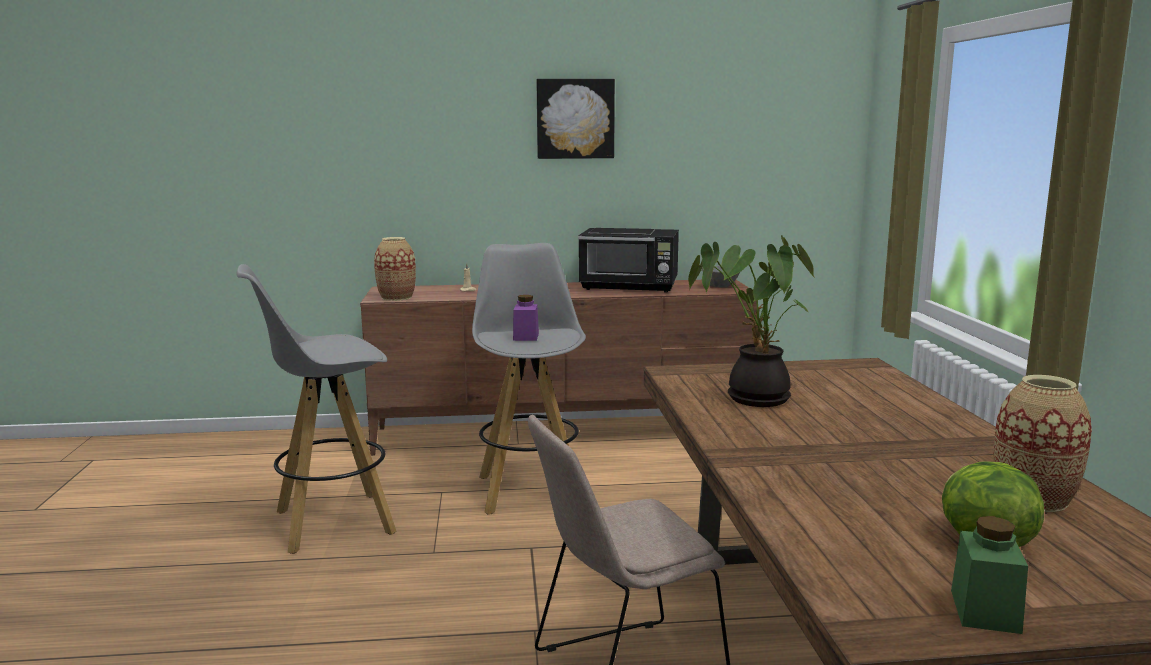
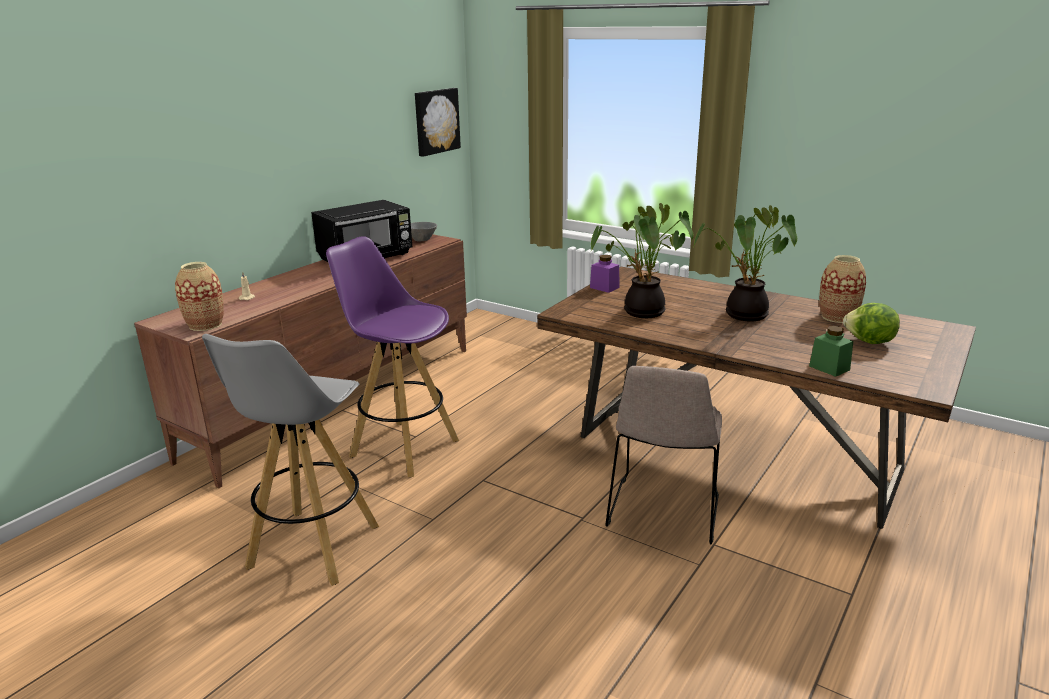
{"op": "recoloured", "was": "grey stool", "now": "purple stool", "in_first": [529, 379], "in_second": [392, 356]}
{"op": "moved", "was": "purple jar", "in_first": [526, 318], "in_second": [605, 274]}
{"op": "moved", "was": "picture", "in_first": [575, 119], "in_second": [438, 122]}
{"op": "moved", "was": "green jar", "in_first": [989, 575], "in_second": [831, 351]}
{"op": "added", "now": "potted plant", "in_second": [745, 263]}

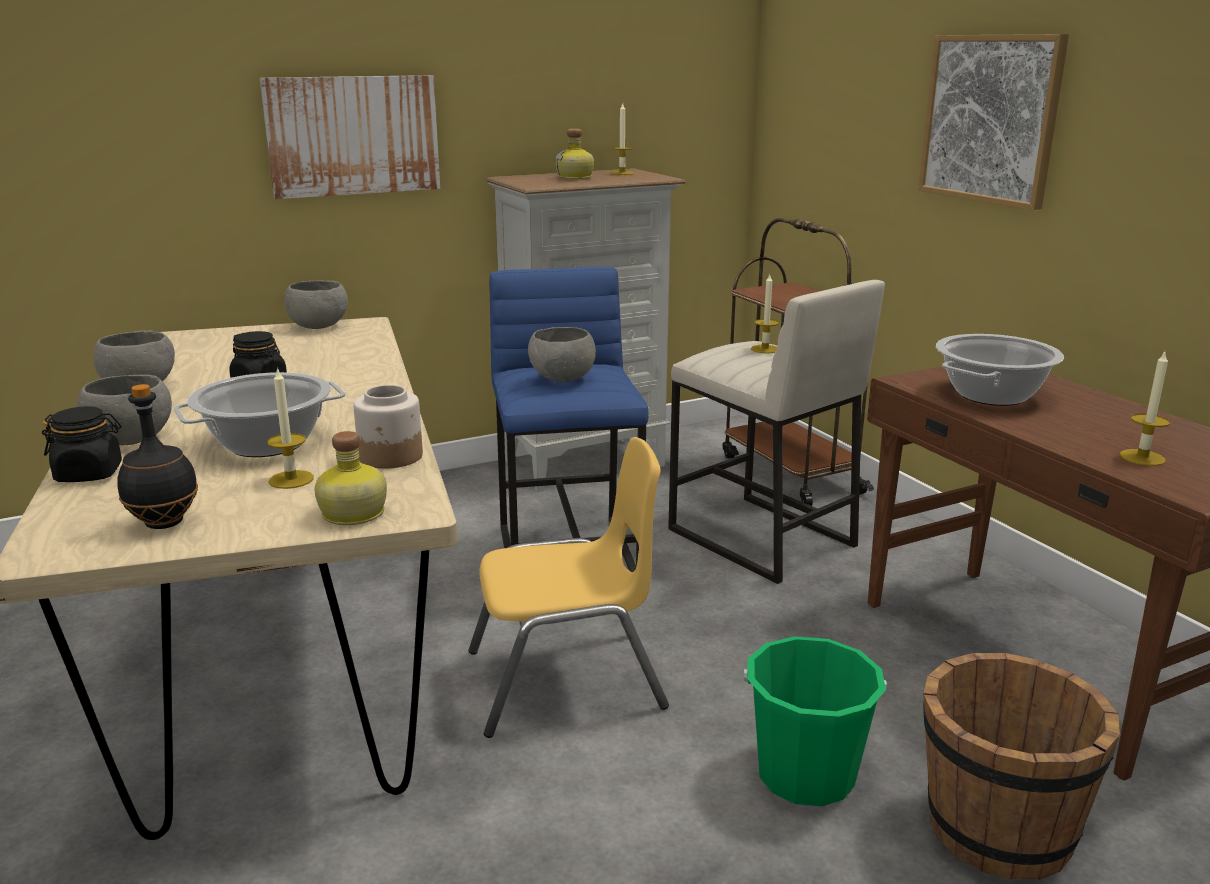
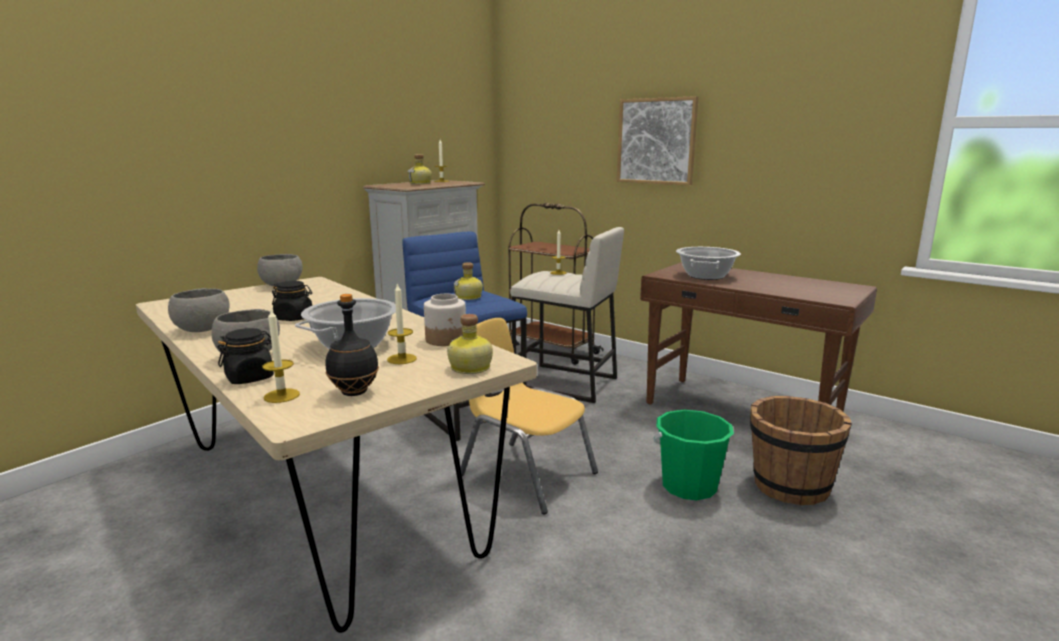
{"op": "removed", "was": "picture", "in_first": [350, 137]}
{"op": "turned", "was": "yellow chair", "in_first": [568, 587], "in_second": [529, 416], "clockwise": -105}
{"op": "replaced", "was": "grey bowl", "now": "bottle", "in_first": [562, 354], "in_second": [468, 281]}
{"op": "moved", "was": "candle", "in_first": [1145, 409], "in_second": [281, 356]}

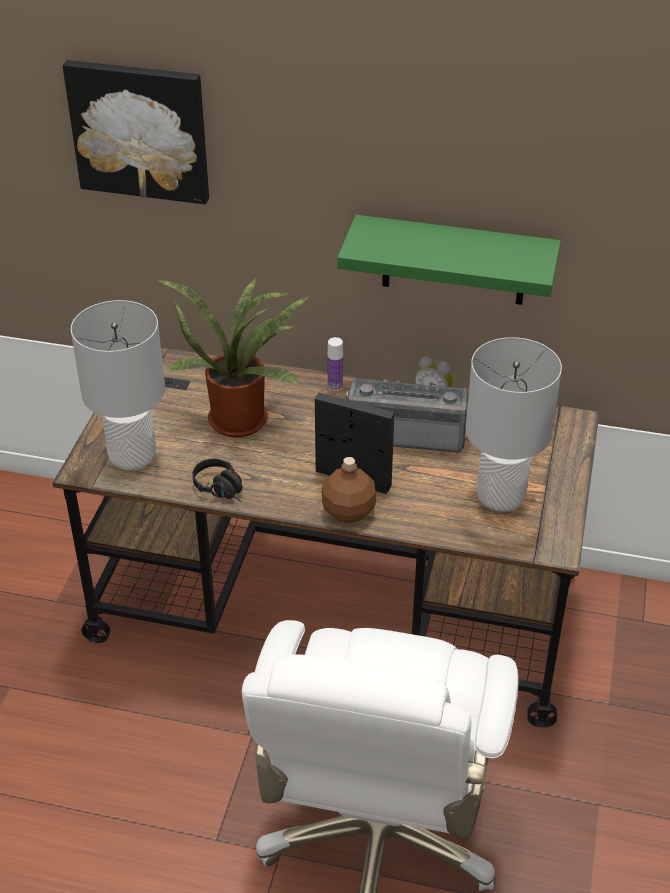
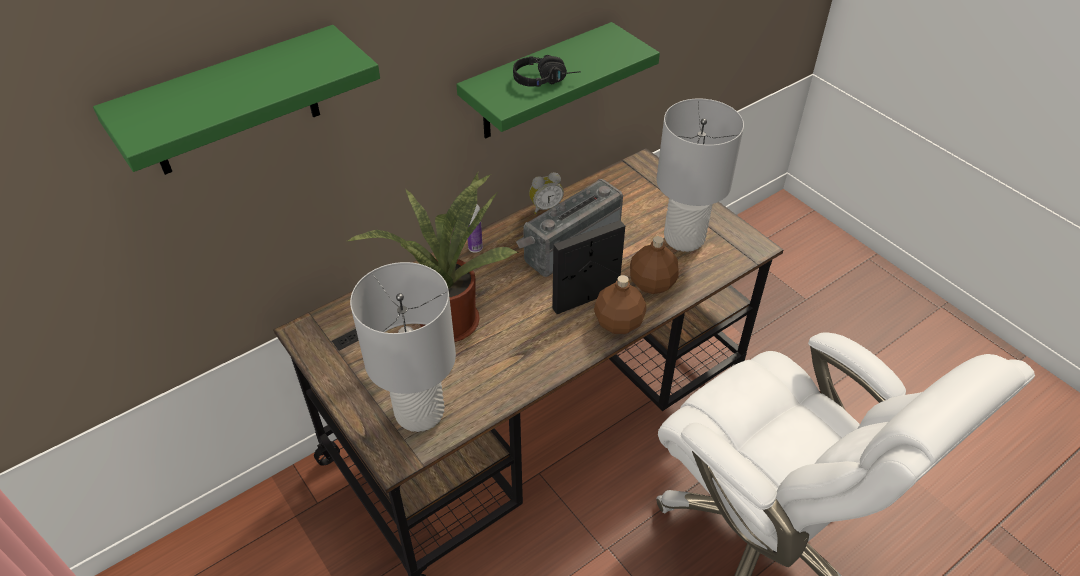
{"op": "replaced", "was": "picture", "now": "green shelf", "in_first": [136, 132], "in_second": [236, 100]}
{"op": "moved", "was": "black headphones", "in_first": [217, 480], "in_second": [547, 71]}
{"op": "added", "now": "brown bottle", "in_second": [654, 265]}

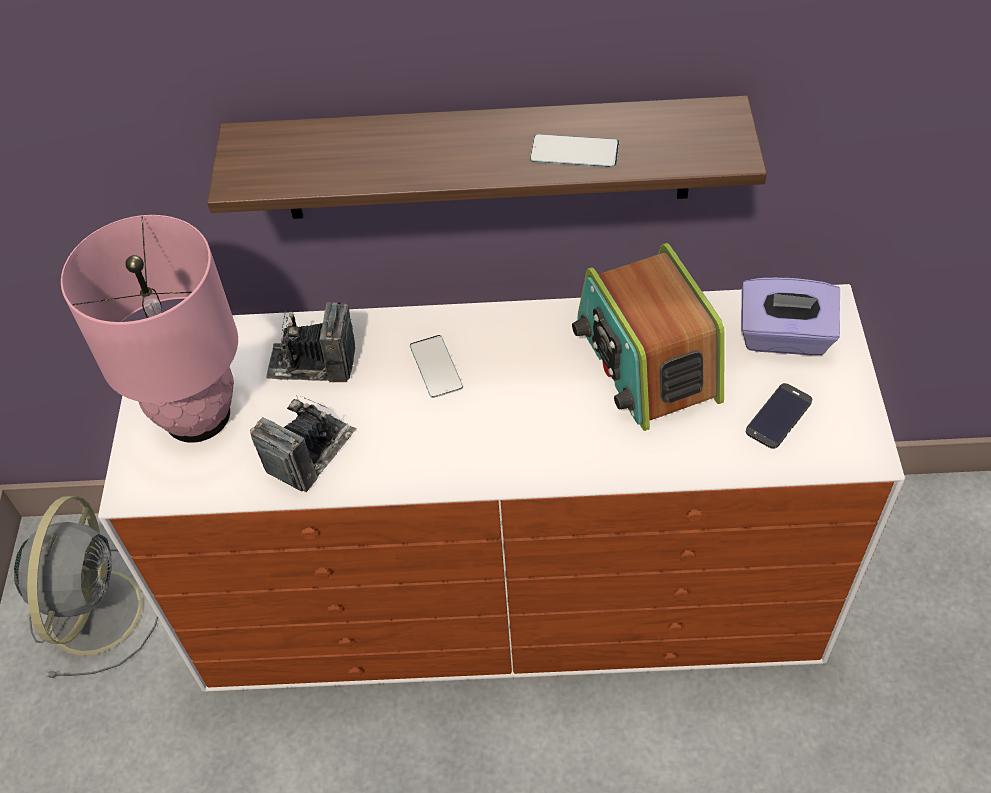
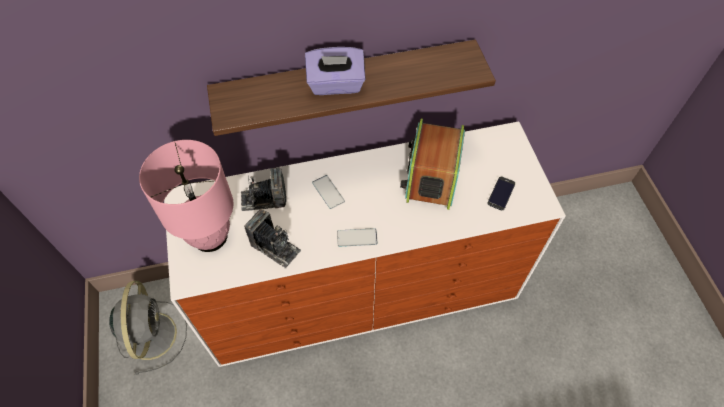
{"op": "turned", "was": "photo camera", "in_first": [303, 443], "in_second": [272, 239], "clockwise": 105}
{"op": "moved", "was": "phone", "in_first": [574, 151], "in_second": [357, 237]}
{"op": "turned", "was": "radio", "in_first": [648, 337], "in_second": [432, 164], "clockwise": 45}
{"op": "moved", "was": "purple tissue box", "in_first": [790, 316], "in_second": [335, 71]}

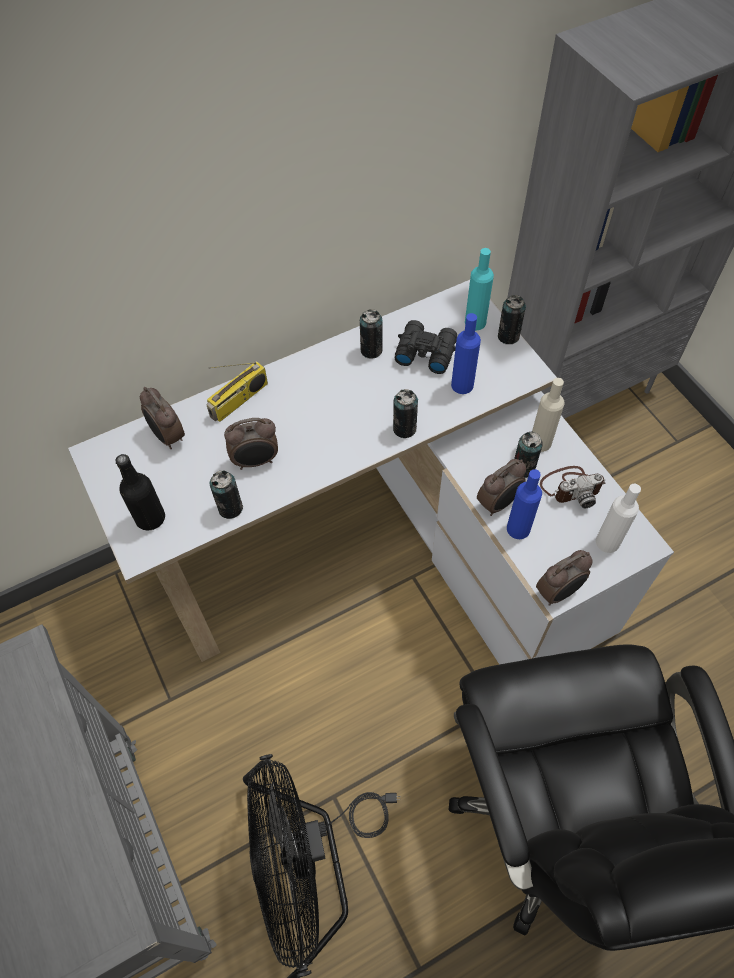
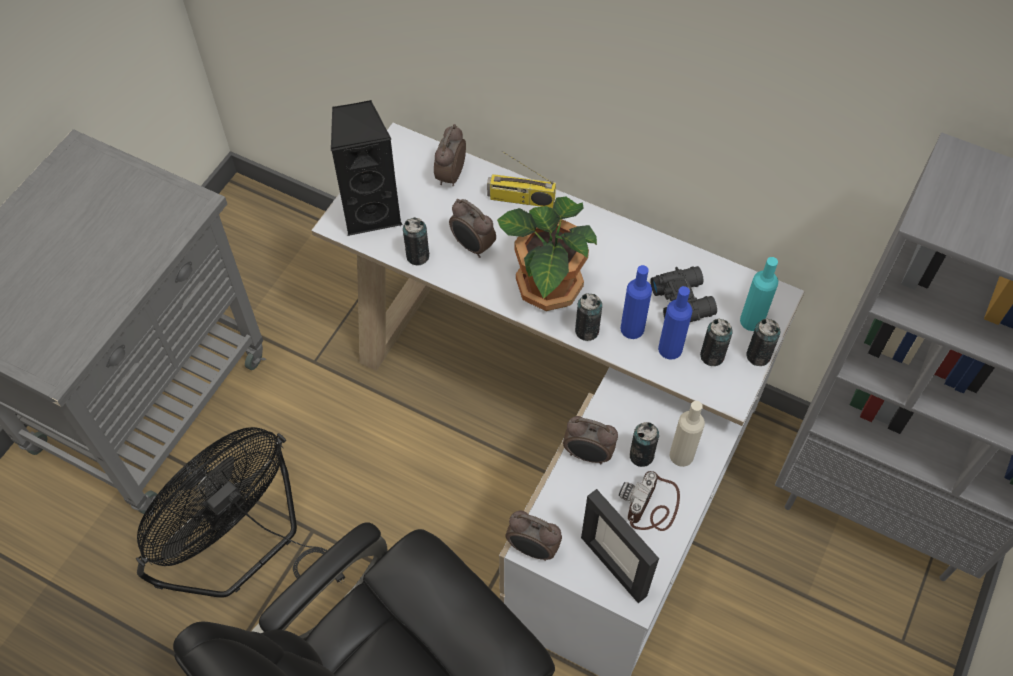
{"op": "replaced", "was": "black bottle", "now": "black speaker", "in_first": [140, 492], "in_second": [366, 168]}
{"op": "moved", "was": "can", "in_first": [371, 333], "in_second": [716, 342]}
{"op": "moved", "was": "blue bottle", "in_first": [524, 504], "in_second": [636, 302]}
{"op": "turned", "was": "photo camera", "in_first": [572, 487], "in_second": [649, 501], "clockwise": 75}
{"op": "replaced", "was": "white bottle", "now": "picture frame", "in_first": [618, 518], "in_second": [620, 546]}
{"op": "added", "now": "potted plant", "in_second": [547, 254]}

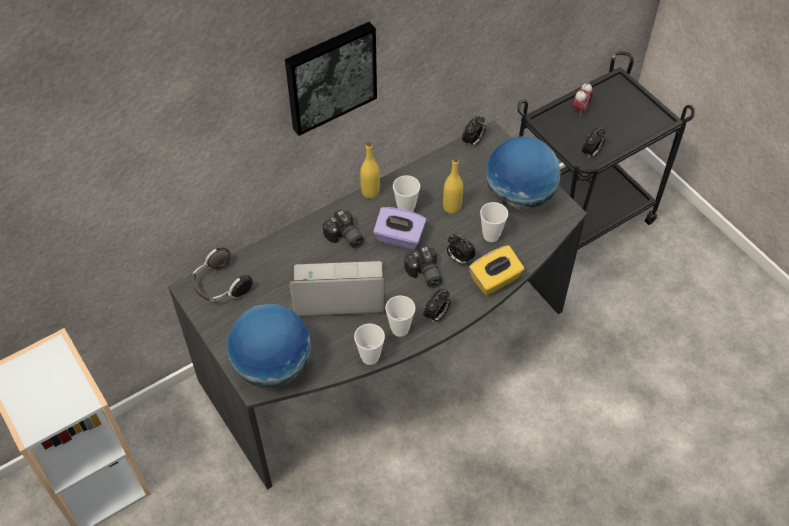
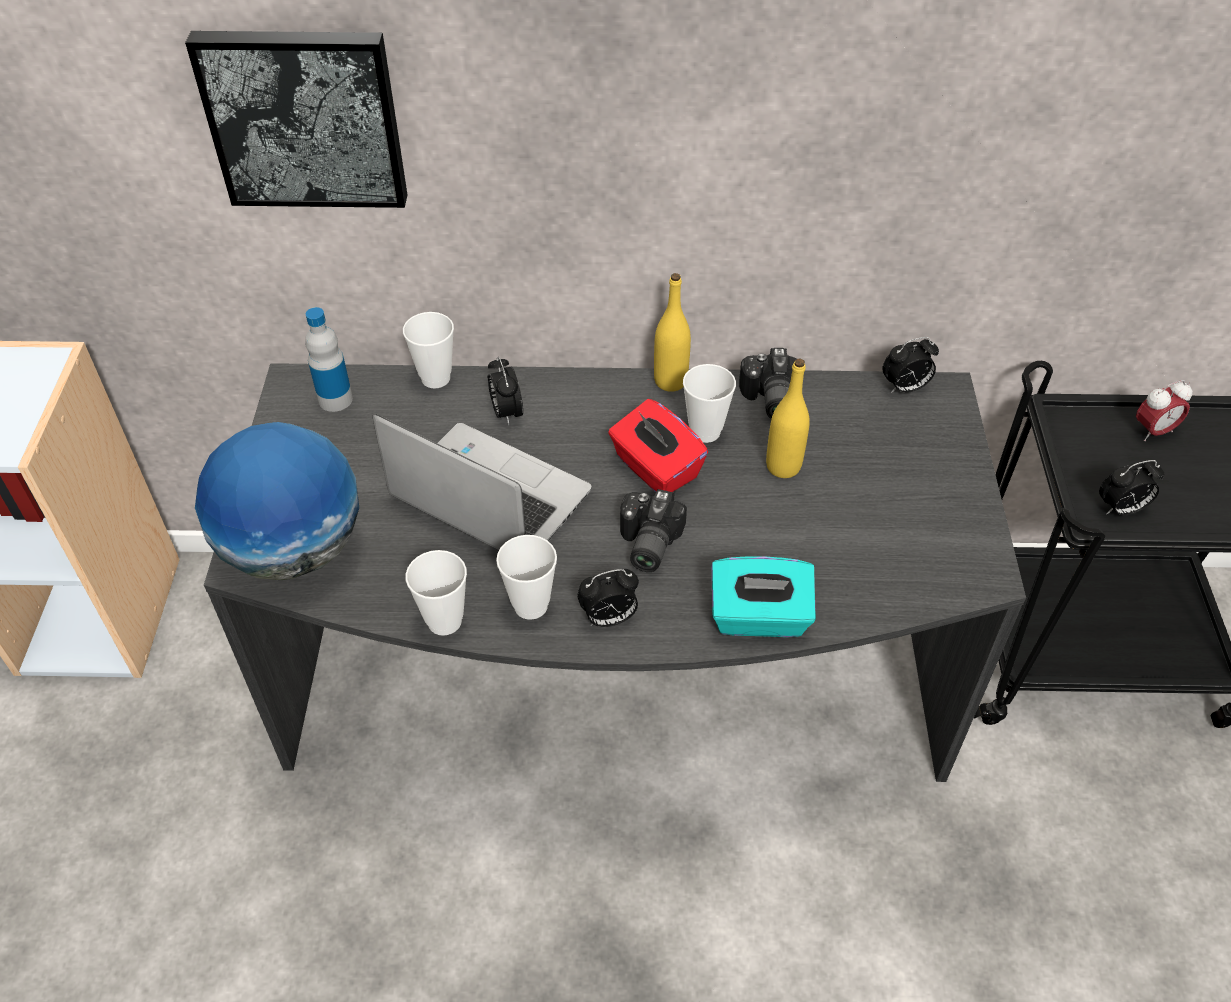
{"op": "replaced", "was": "headphones", "now": "bottle", "in_first": [222, 275], "in_second": [329, 359]}
{"op": "moved", "was": "picture", "in_first": [331, 79], "in_second": [296, 119]}
{"op": "moved", "was": "photo camera", "in_first": [343, 228], "in_second": [768, 383]}
{"op": "recoloured", "was": "purple tissue box", "now": "red tissue box", "in_first": [400, 228], "in_second": [658, 445]}
{"op": "moved", "was": "alarm clock", "in_first": [461, 249], "in_second": [505, 390]}
{"op": "recoloured", "was": "yellow tissue box", "now": "turquoise tissue box", "in_first": [496, 270], "in_second": [763, 596]}
{"op": "moved", "was": "cup", "in_first": [494, 222], "in_second": [428, 350]}
{"op": "removed", "was": "globe", "in_first": [523, 173]}

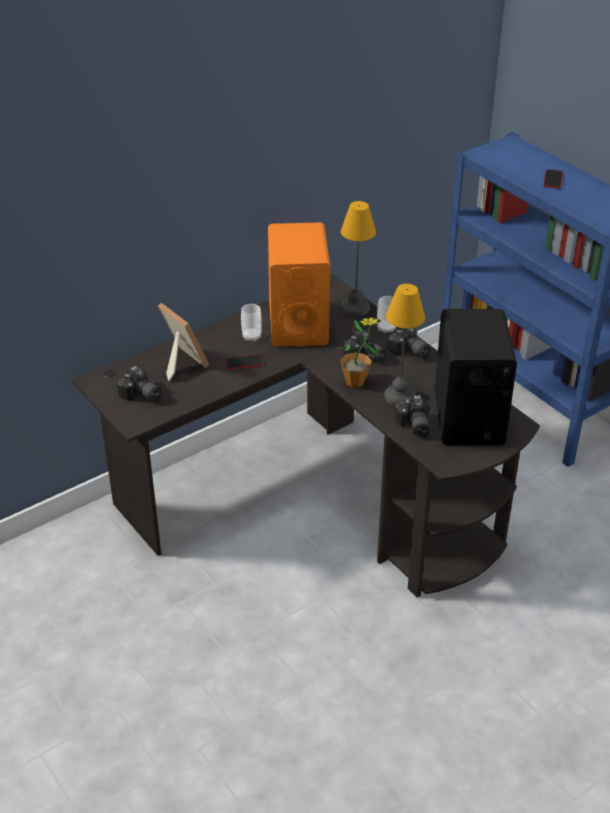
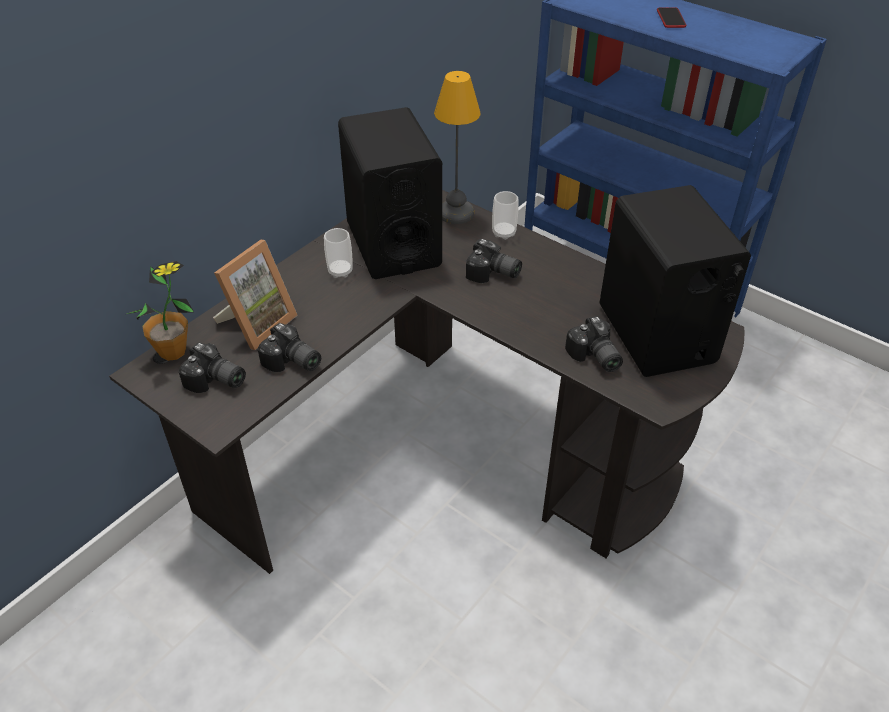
{"op": "turned", "was": "picture frame", "in_first": [183, 342], "in_second": [255, 295], "clockwise": 90}
{"op": "removed", "was": "phone", "in_first": [245, 362]}
{"op": "recoloured", "was": "orange speaker", "now": "black speaker", "in_first": [299, 285], "in_second": [390, 193]}
{"op": "moved", "was": "potted plant", "in_first": [360, 352], "in_second": [160, 311]}
{"op": "removed", "was": "table lamp", "in_first": [404, 345]}
{"op": "moved", "was": "photo camera", "in_first": [409, 342], "in_second": [289, 347]}

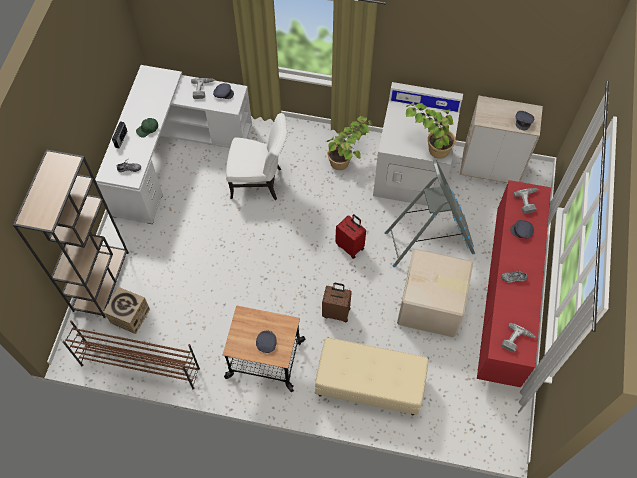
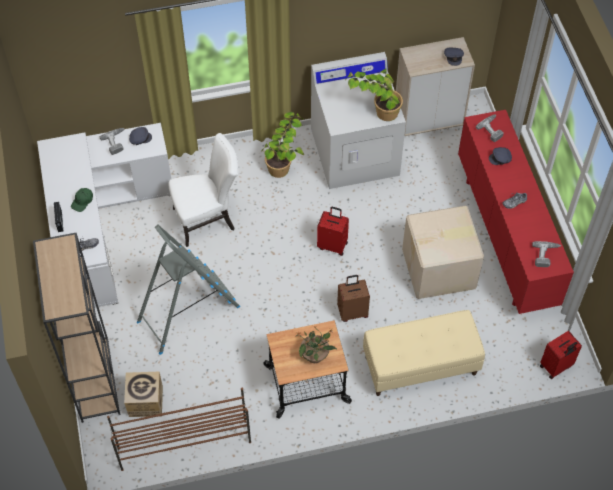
{"op": "replaced", "was": "grey cap", "now": "potted plant", "in_first": [266, 342], "in_second": [316, 344]}
{"op": "moved", "was": "grey step ladder", "in_first": [429, 213], "in_second": [188, 289]}
{"op": "added", "now": "red suitcase", "in_second": [561, 355]}

